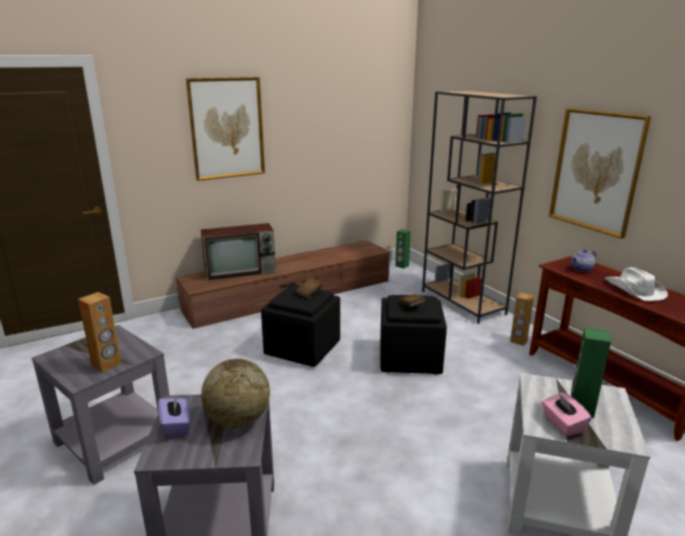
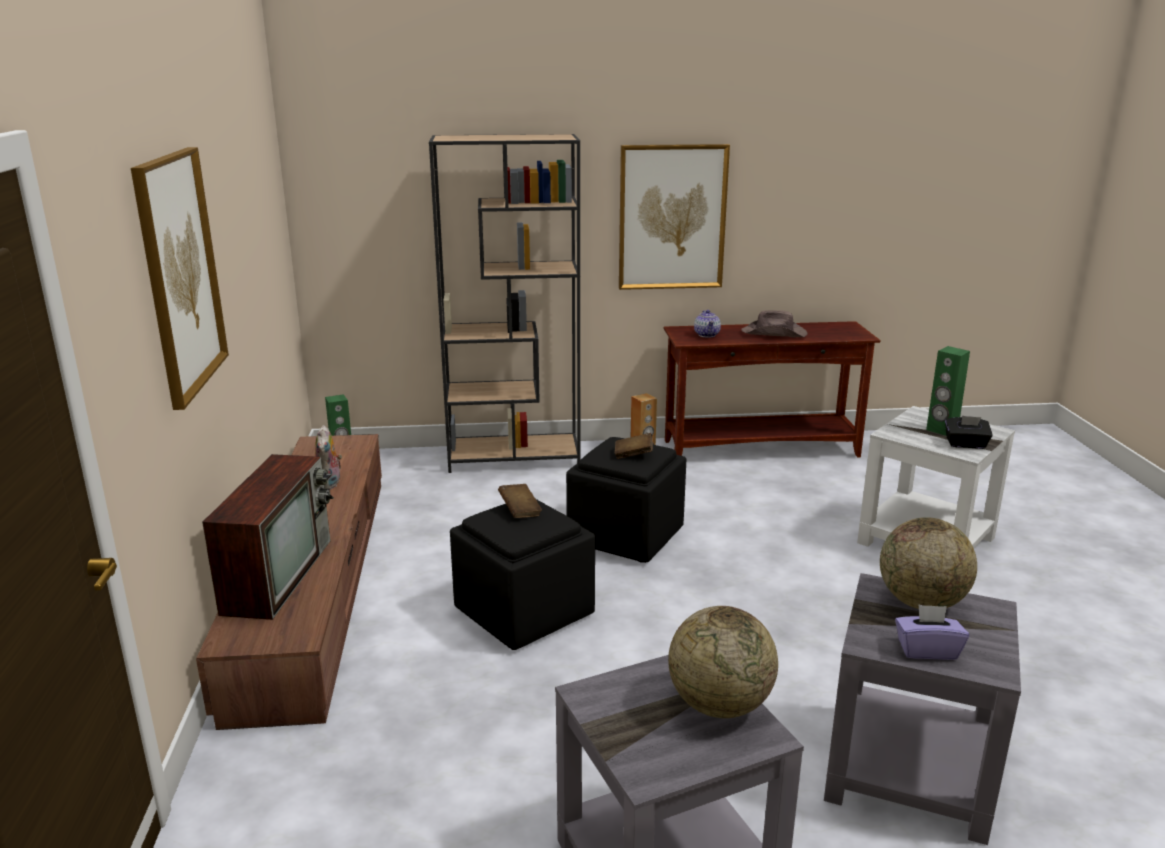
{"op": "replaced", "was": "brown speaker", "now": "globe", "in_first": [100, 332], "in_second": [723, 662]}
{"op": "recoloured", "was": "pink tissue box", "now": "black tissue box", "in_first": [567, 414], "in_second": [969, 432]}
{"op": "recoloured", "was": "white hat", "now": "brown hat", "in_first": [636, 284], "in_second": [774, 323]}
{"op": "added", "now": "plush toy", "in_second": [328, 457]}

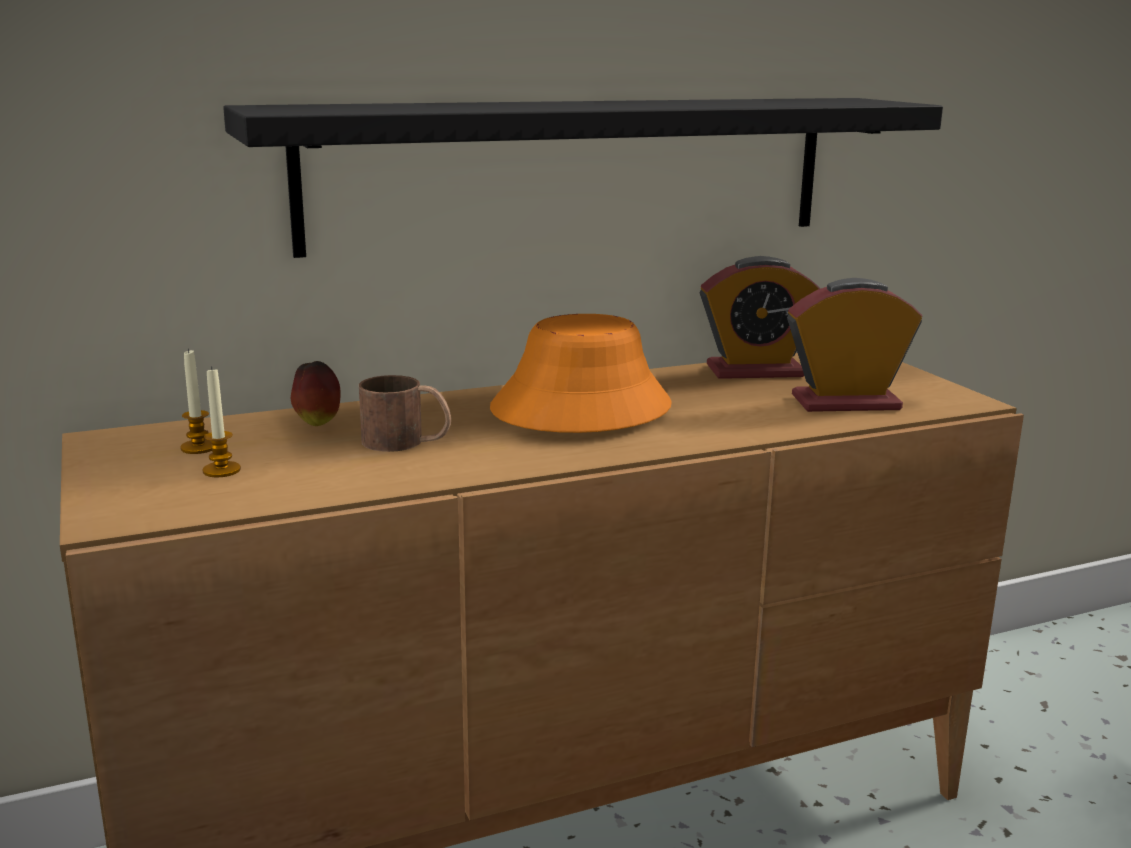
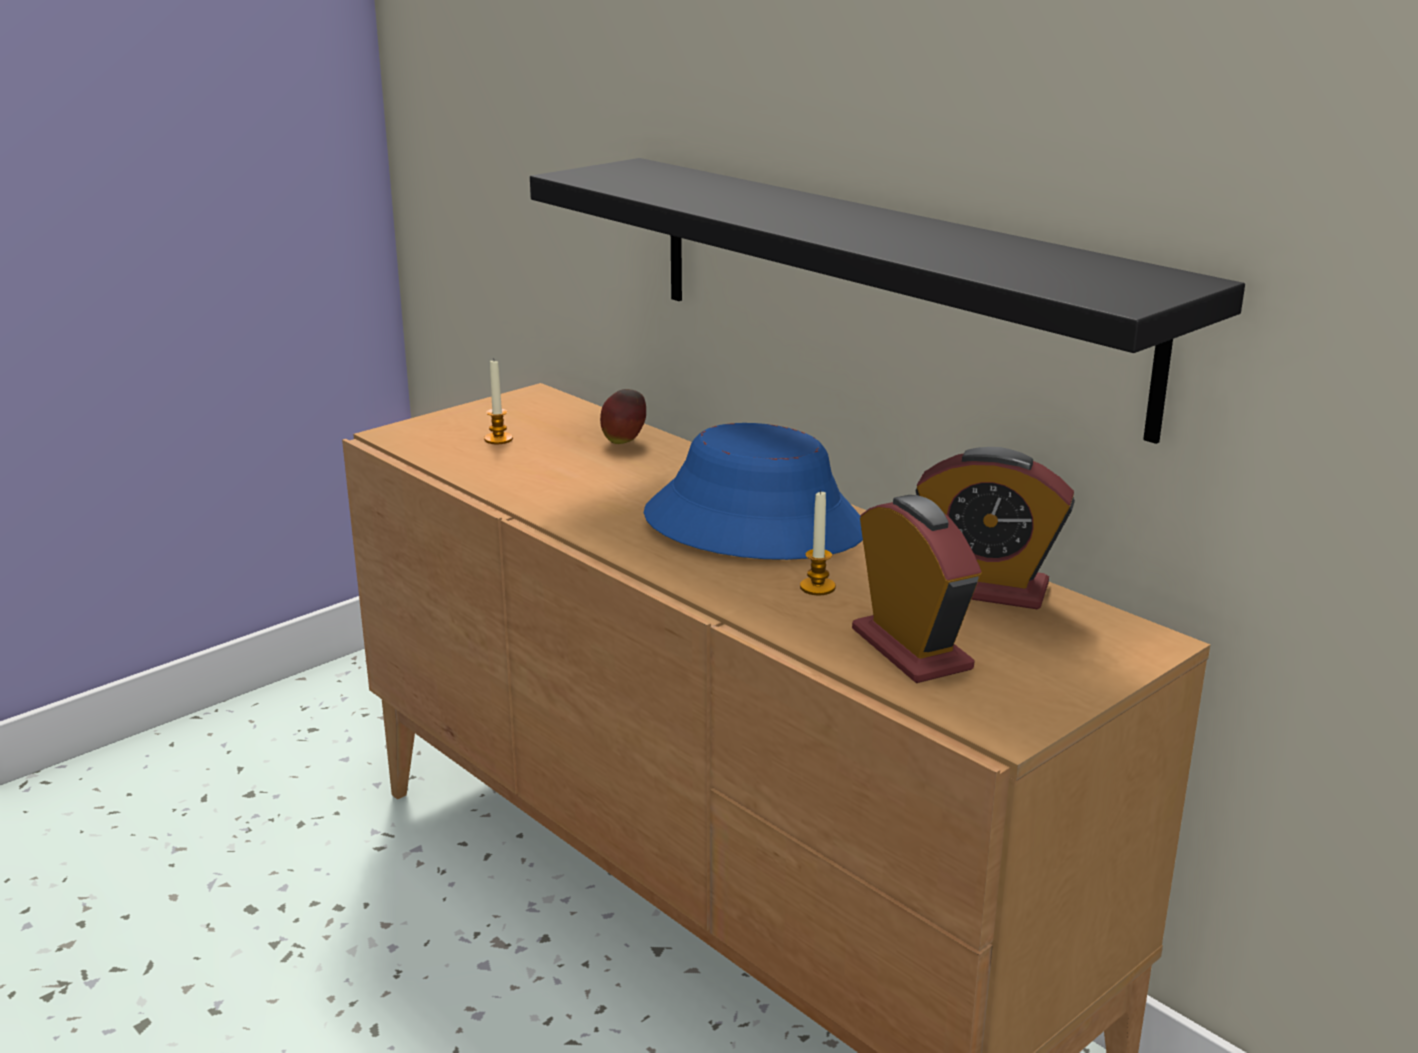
{"op": "moved", "was": "candle", "in_first": [196, 401], "in_second": [818, 542]}
{"op": "removed", "was": "brown mug", "in_first": [405, 413]}
{"op": "recoloured", "was": "orange hat", "now": "blue hat", "in_first": [581, 373], "in_second": [753, 491]}
{"op": "turned", "was": "alarm clock", "in_first": [760, 317], "in_second": [995, 528], "clockwise": -45}

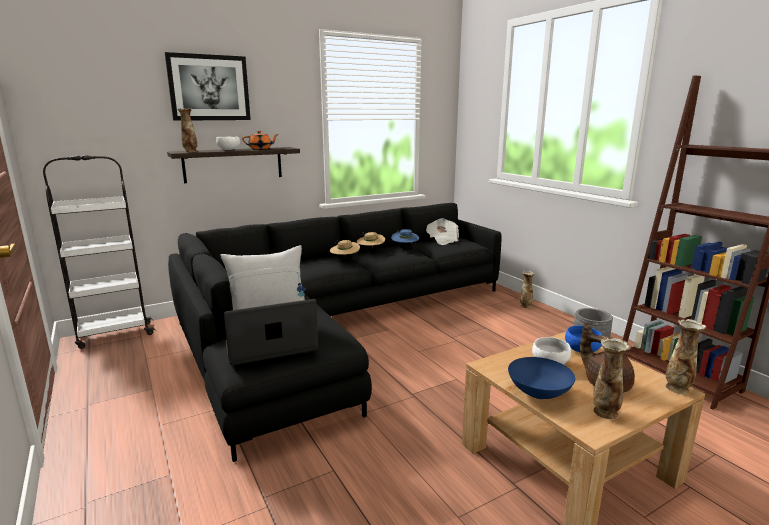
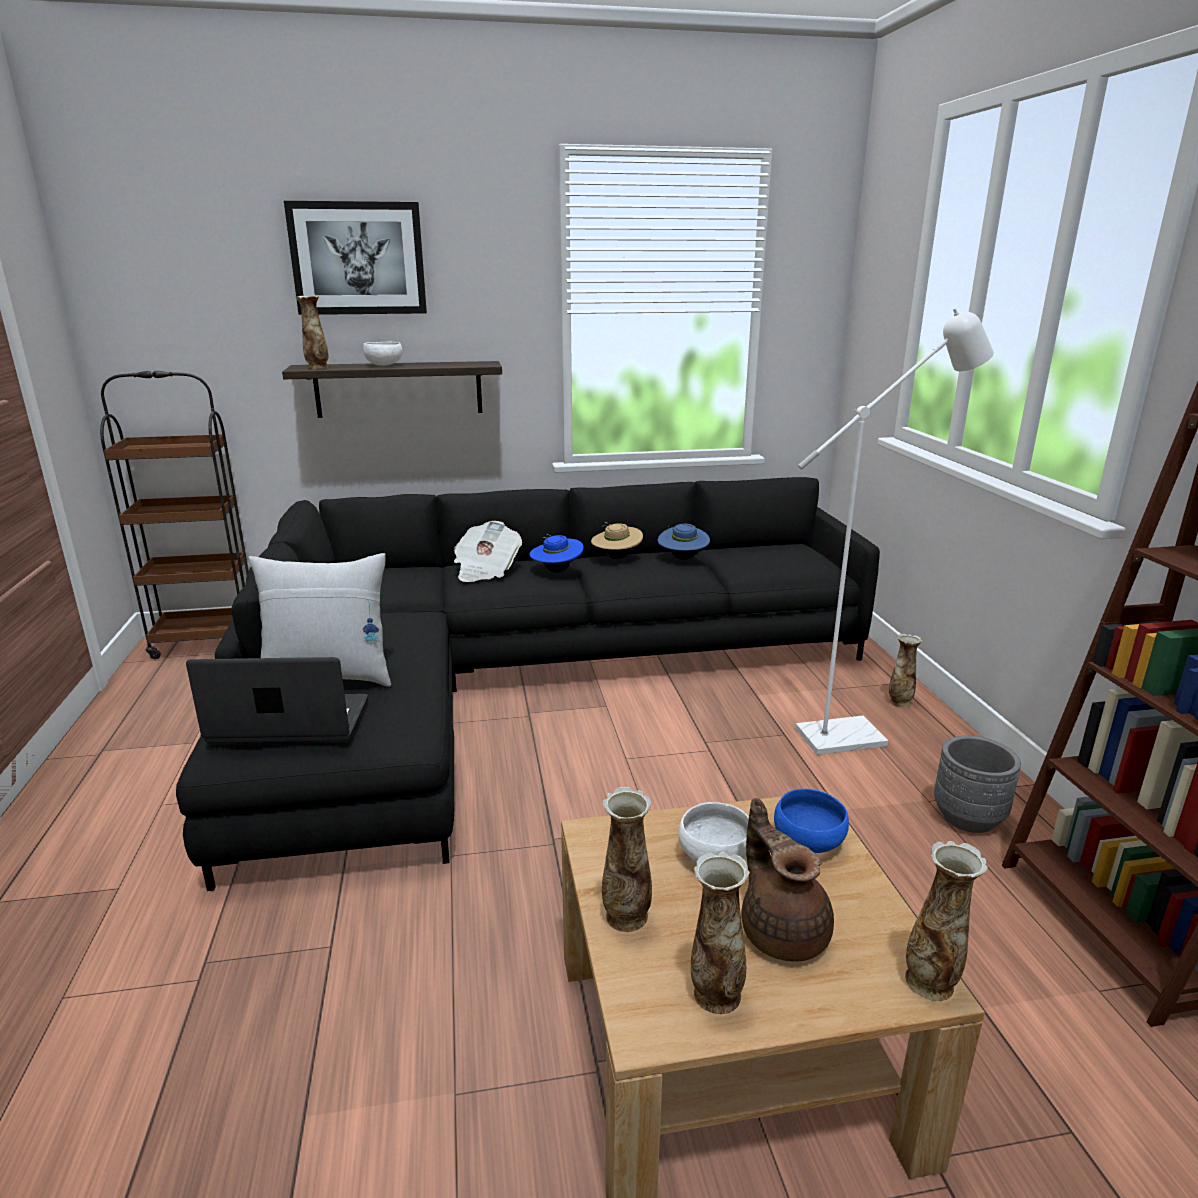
{"op": "recoloured", "was": "white cart", "now": "brown cart", "in_first": [99, 252], "in_second": [174, 515]}
{"op": "removed", "was": "orange teapot", "in_first": [260, 140]}
{"op": "recoloured", "was": "beige hat", "now": "blue hat", "in_first": [345, 250], "in_second": [556, 552]}
{"op": "moved", "was": "newspaper", "in_first": [442, 231], "in_second": [488, 551]}
{"op": "replaced", "was": "blue bowl", "now": "vase", "in_first": [541, 378], "in_second": [627, 859]}
{"op": "added", "now": "white floor lamp", "in_second": [894, 531]}

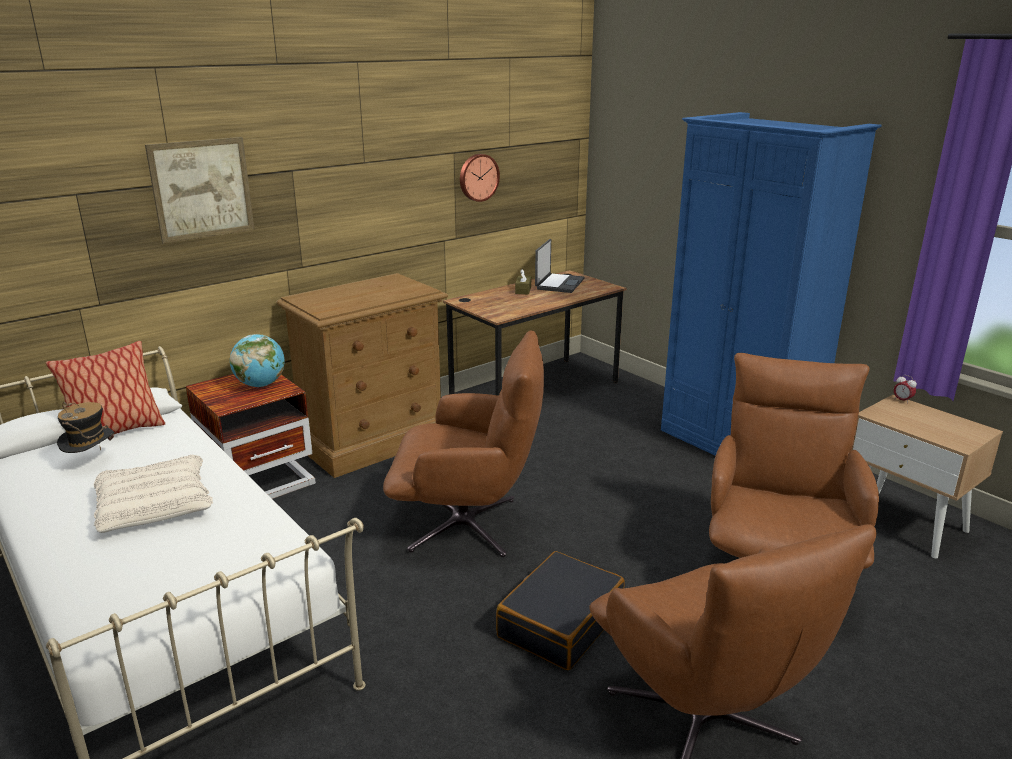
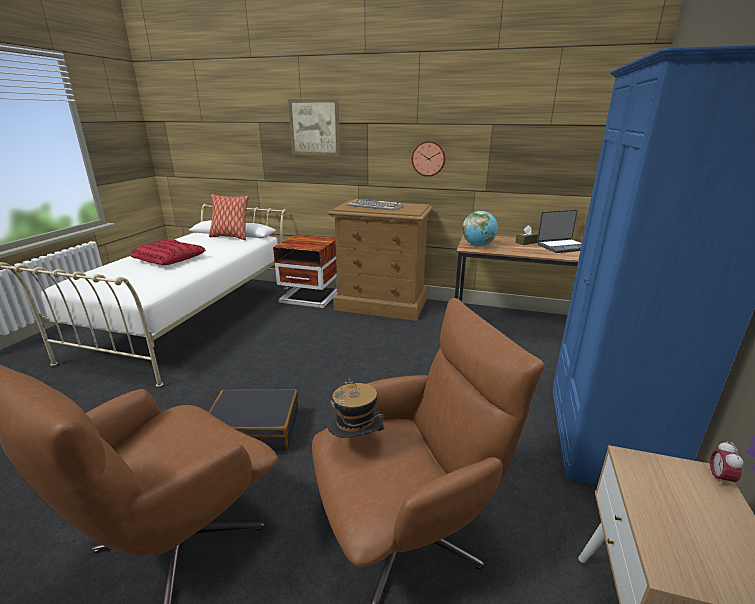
{"op": "moved", "was": "hat", "in_first": [86, 427], "in_second": [355, 408]}
{"op": "recoloured", "was": "beige pillow", "now": "red pillow", "in_first": [153, 494], "in_second": [167, 252]}
{"op": "moved", "was": "globe", "in_first": [257, 360], "in_second": [480, 228]}
{"op": "removed", "was": "brown armchair", "in_first": [463, 443]}
{"op": "moved", "was": "wall clock", "in_first": [480, 178], "in_second": [429, 159]}
{"op": "added", "now": "keyboard", "in_second": [374, 205]}

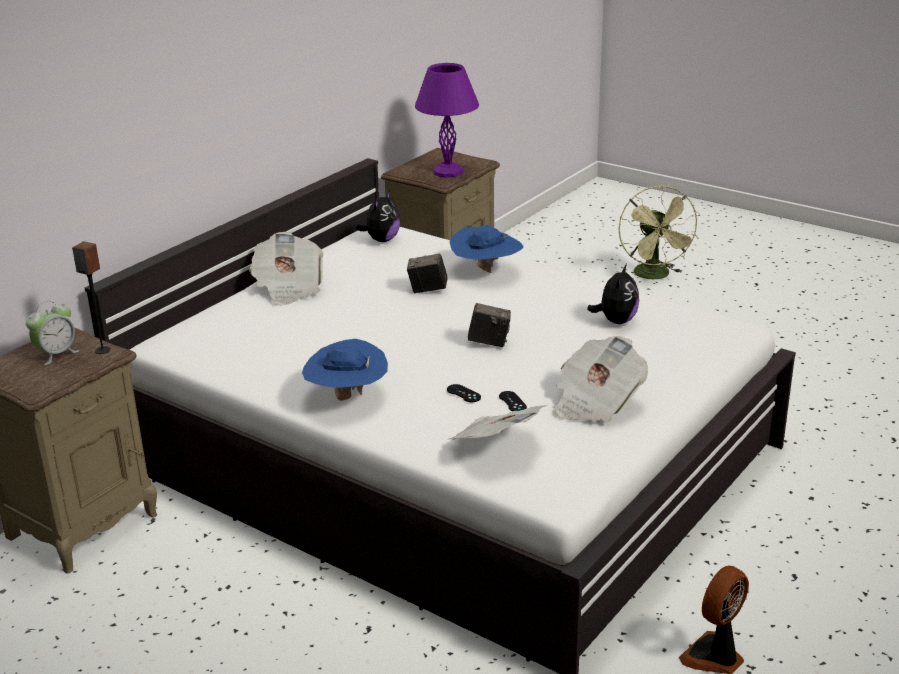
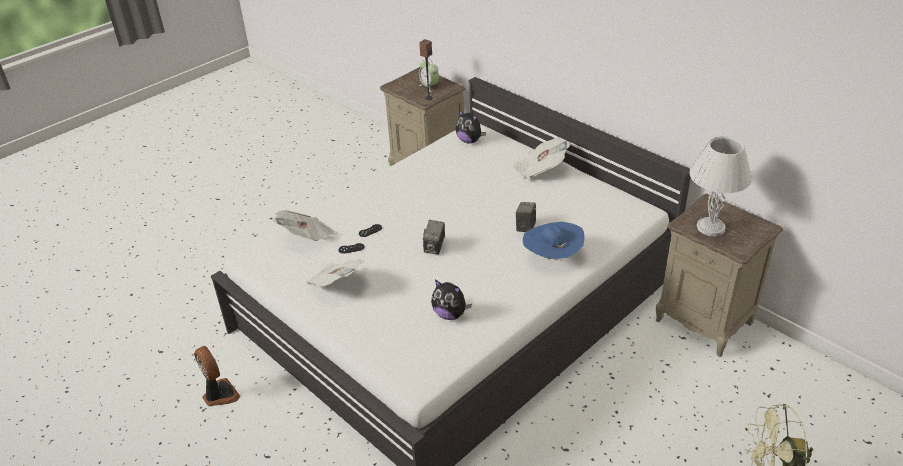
{"op": "removed", "was": "blue hat", "in_first": [345, 370]}
{"op": "moved", "was": "plush toy", "in_first": [378, 216], "in_second": [471, 127]}
{"op": "recoloured", "was": "purple table lamp", "now": "white table lamp", "in_first": [447, 120], "in_second": [721, 186]}

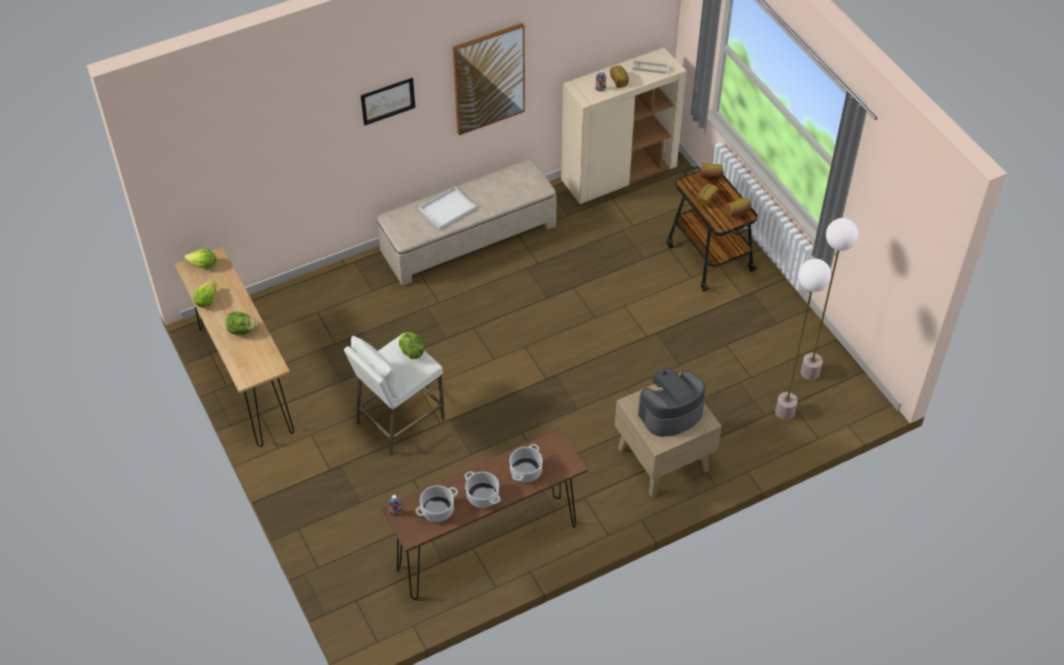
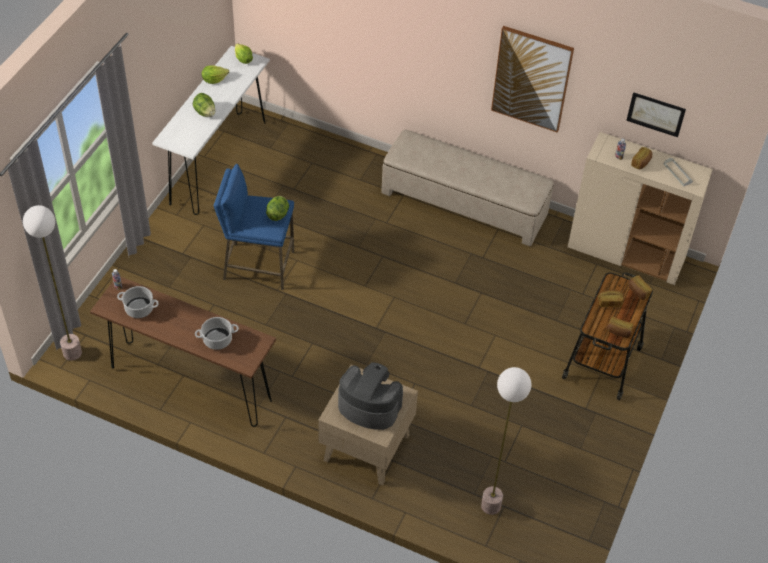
{"op": "recoloured", "was": "brown console table", "now": "white console table", "in_first": [234, 347], "in_second": [211, 130]}
{"op": "recoloured", "was": "white stool", "now": "blue stool", "in_first": [394, 396], "in_second": [254, 227]}
{"op": "moved", "was": "picture", "in_first": [388, 102], "in_second": [656, 114]}
{"op": "removed", "was": "white tray", "in_first": [447, 208]}
{"op": "removed", "was": "cooking pot", "in_first": [482, 489]}
{"op": "moved", "was": "floor lamp", "in_first": [829, 299], "in_second": [52, 283]}

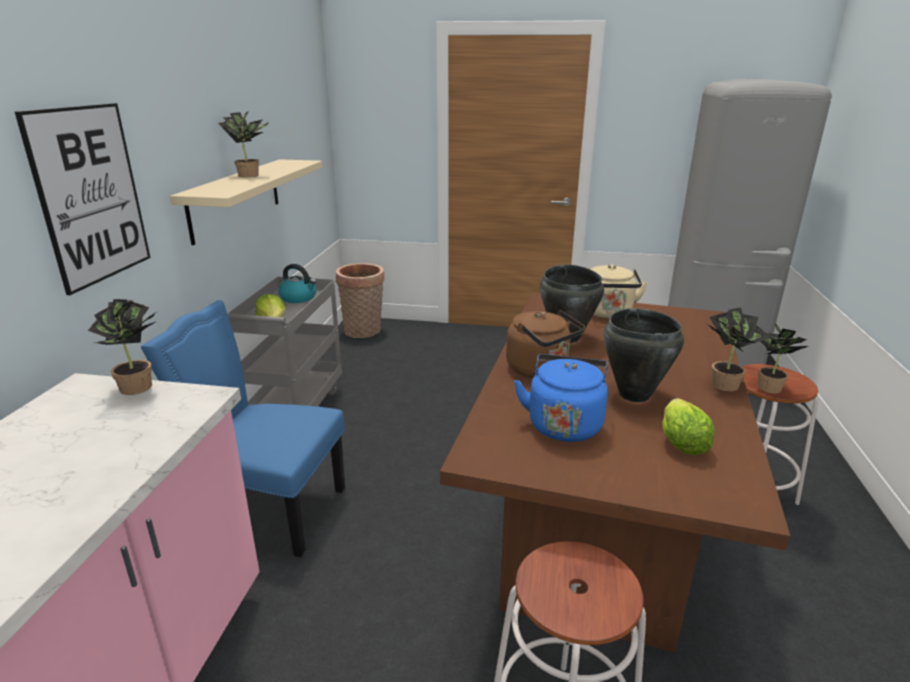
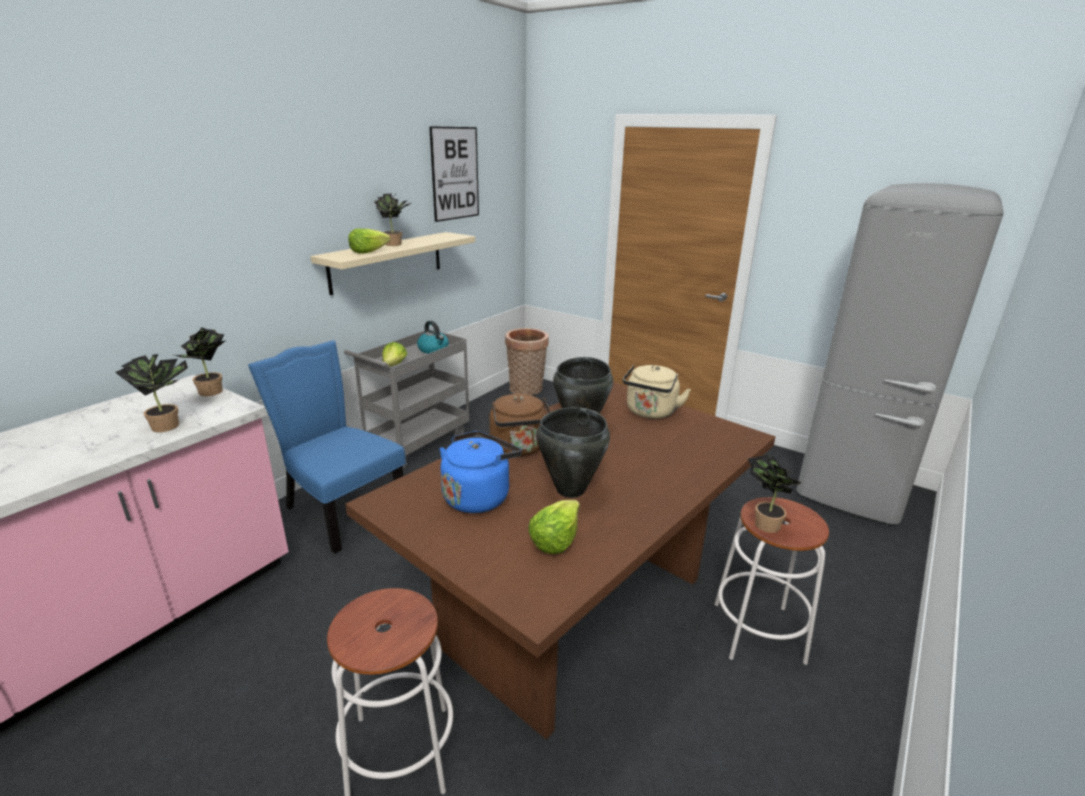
{"op": "moved", "was": "picture", "in_first": [82, 199], "in_second": [454, 174]}
{"op": "moved", "was": "potted plant", "in_first": [738, 349], "in_second": [151, 393]}
{"op": "added", "now": "lettuce", "in_second": [369, 241]}

